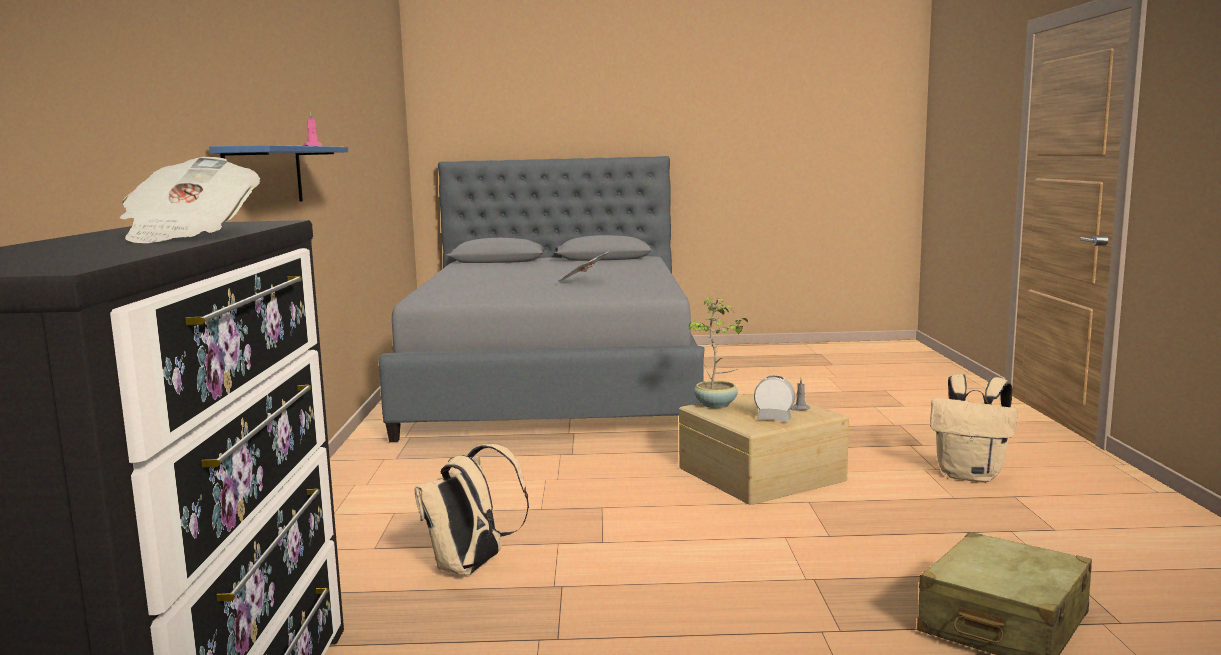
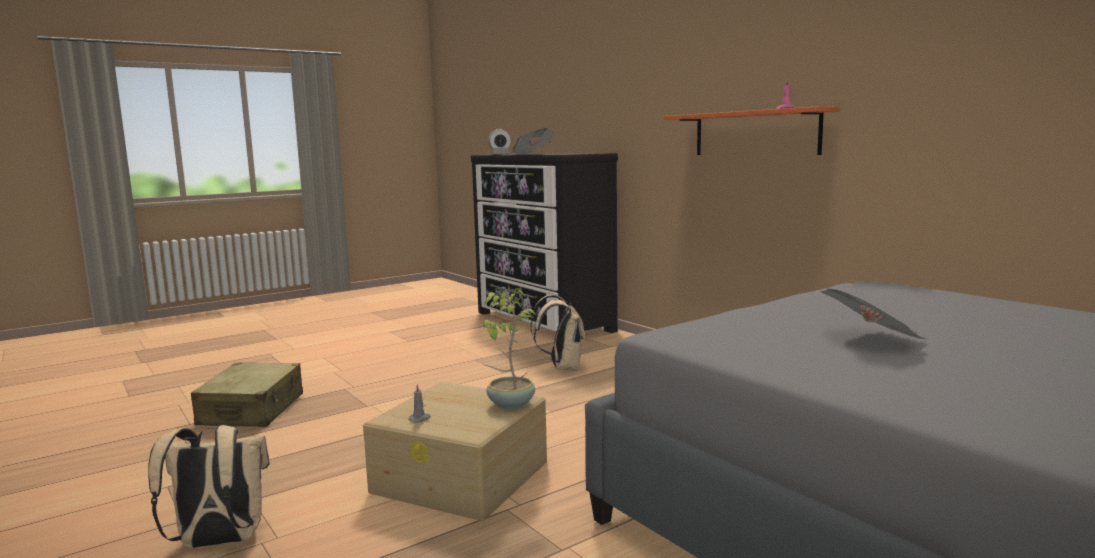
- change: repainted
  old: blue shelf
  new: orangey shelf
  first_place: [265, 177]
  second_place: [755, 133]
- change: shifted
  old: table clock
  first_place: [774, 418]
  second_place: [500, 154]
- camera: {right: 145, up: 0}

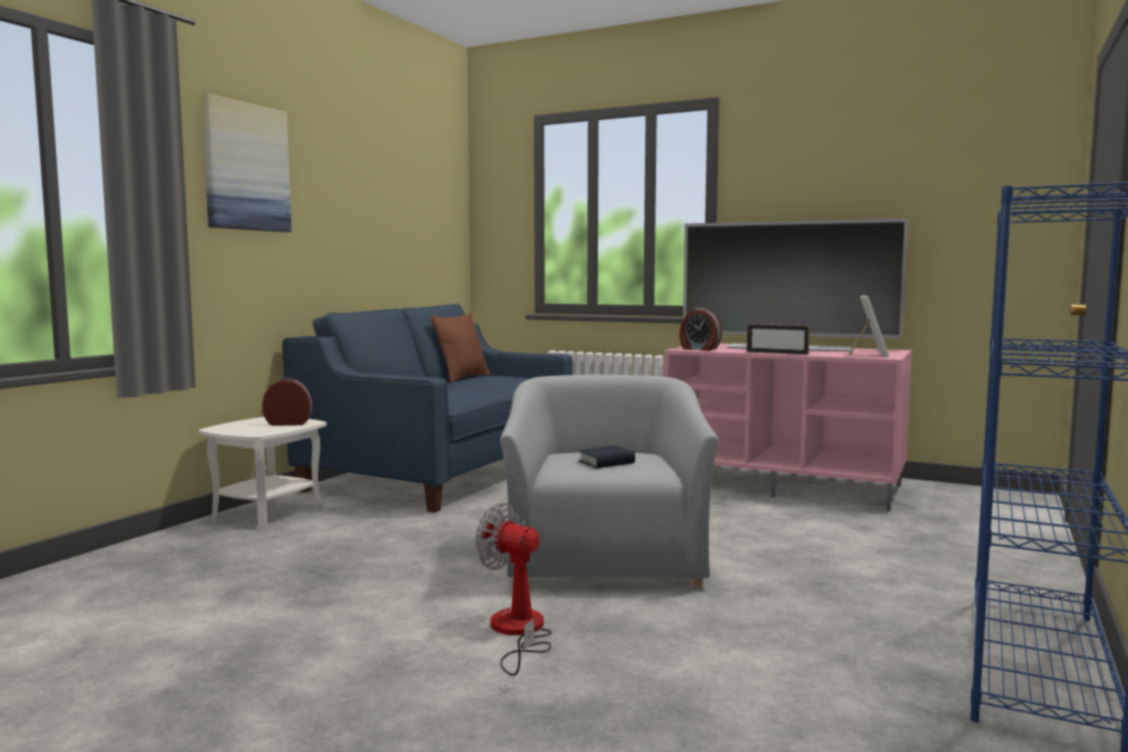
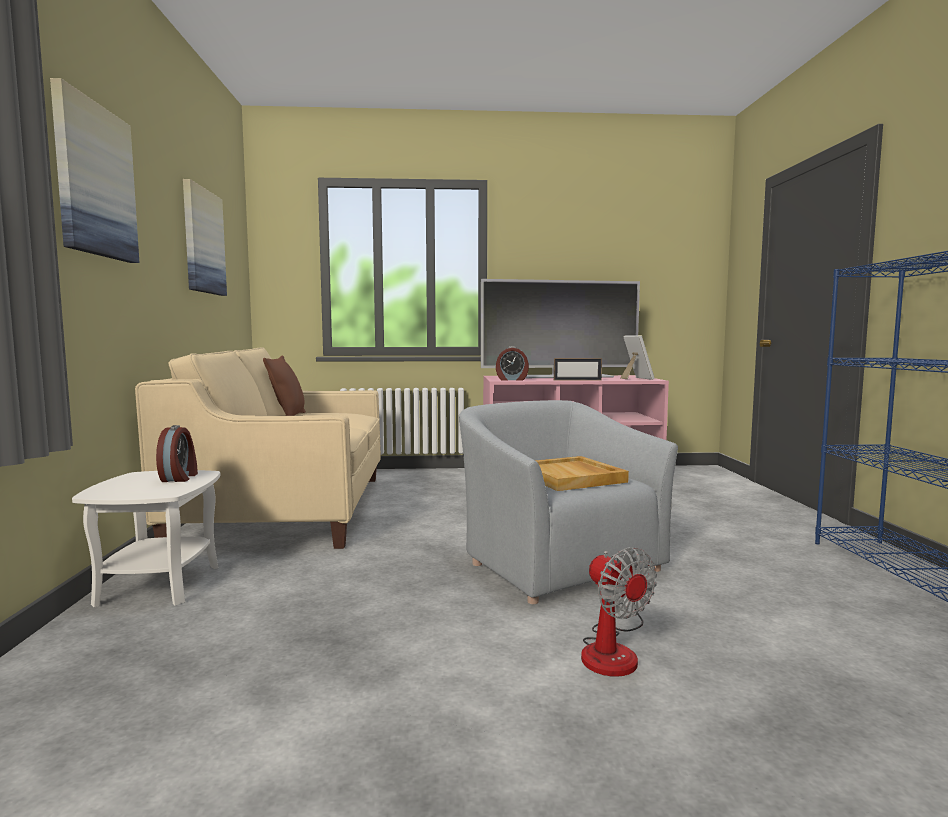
- change: repainted
  old: blue couch
  new: beige-coloured couch
  first_place: [444, 472]
  second_place: [289, 509]
- change: rotated
  old: table clock
  first_place: [288, 423]
  second_place: [180, 477]
  degrees: 120
- change: swapped
  old: volume
  new: beige-coloured carrying tray
  first_place: [606, 463]
  second_place: [571, 477]
- change: rotated
  old: fan
  first_place: [518, 632]
  second_place: [613, 650]
  degrees: -120
- change: new
  new: wall art
  second_place: [203, 241]
- camera: {right: -30, up: 0}

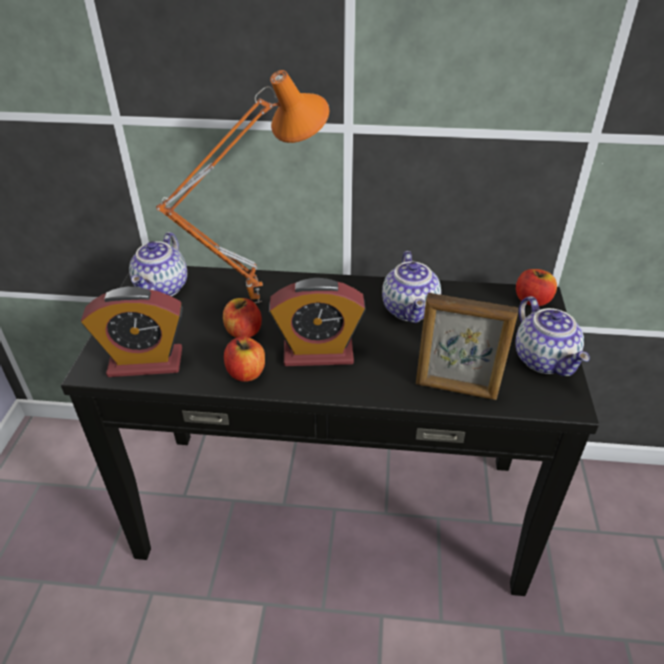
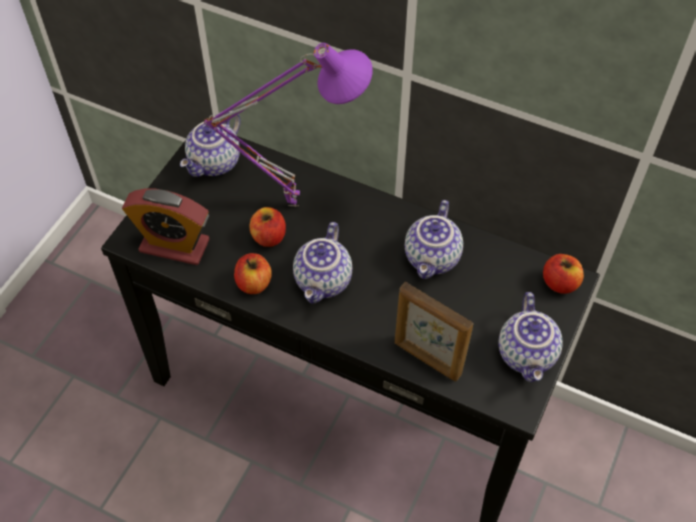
- change: repainted
  old: orangey tabletop lamp
  new: purplish tabletop lamp
  first_place: [255, 300]
  second_place: [293, 202]
- change: swapped
  old: table clock
  new: teapot
  first_place: [318, 353]
  second_place: [324, 282]
- camera: {right: 20, up: 15}

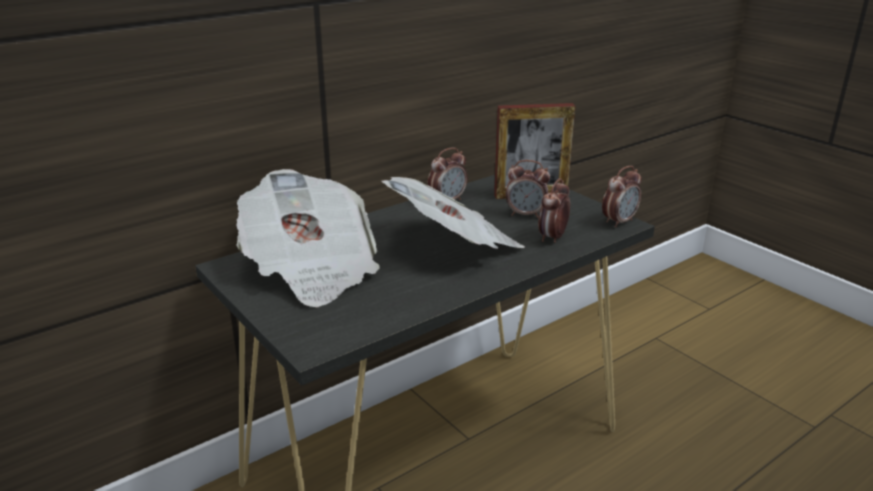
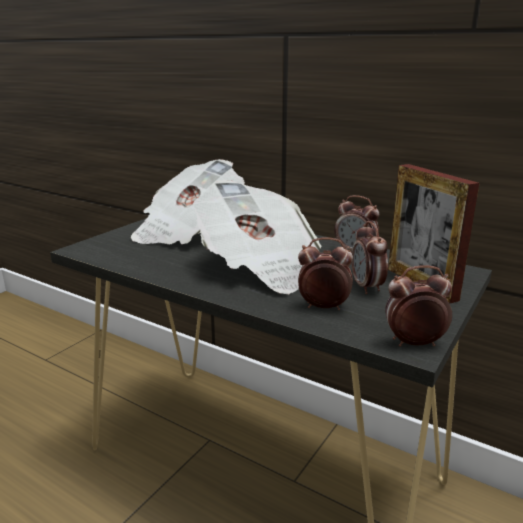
- change: rotated
  old: table clock
  first_place: [619, 222]
  second_place: [413, 343]
  degrees: 150
- camera: {right: 70, up: -5}

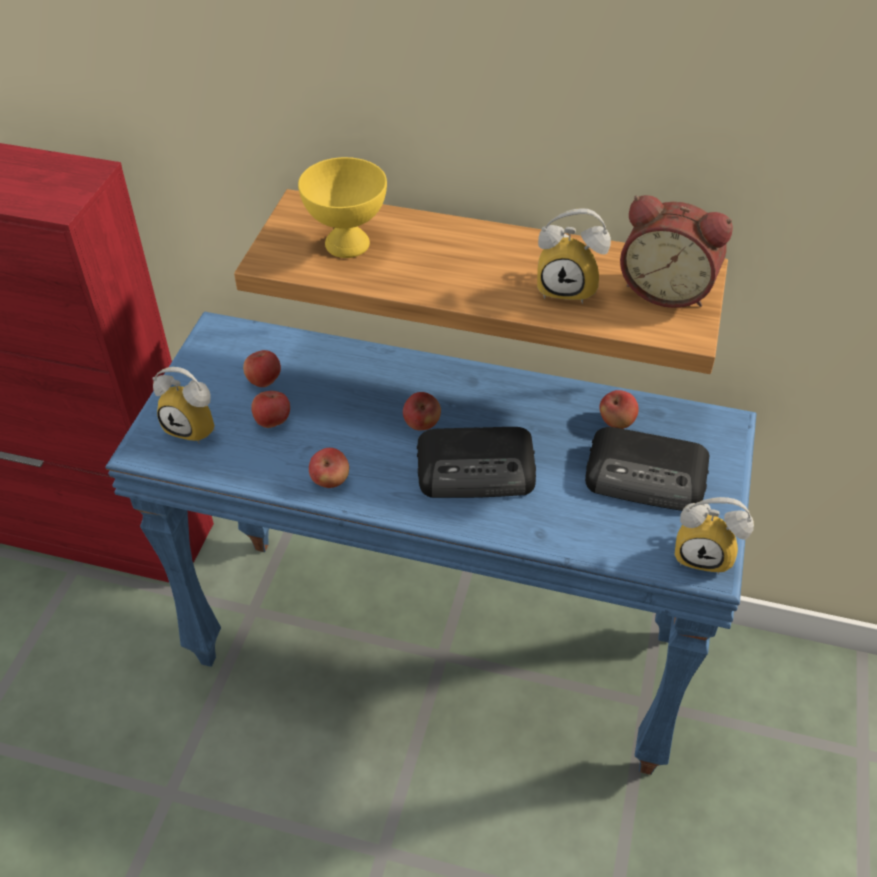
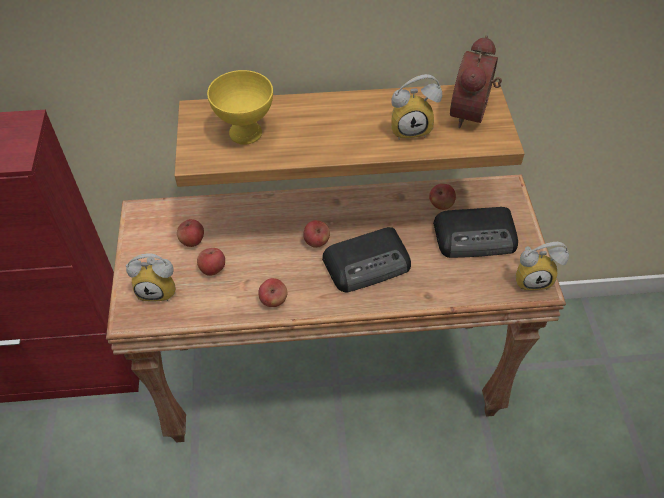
- change: rotated
  old: table clock
  first_place: [667, 289]
  second_place: [473, 113]
  degrees: 105
- change: repainted
  old: blue hall table
  new: brown hall table
  first_place: [441, 646]
  second_place: [332, 376]
- camera: {right: -20, up: 5}

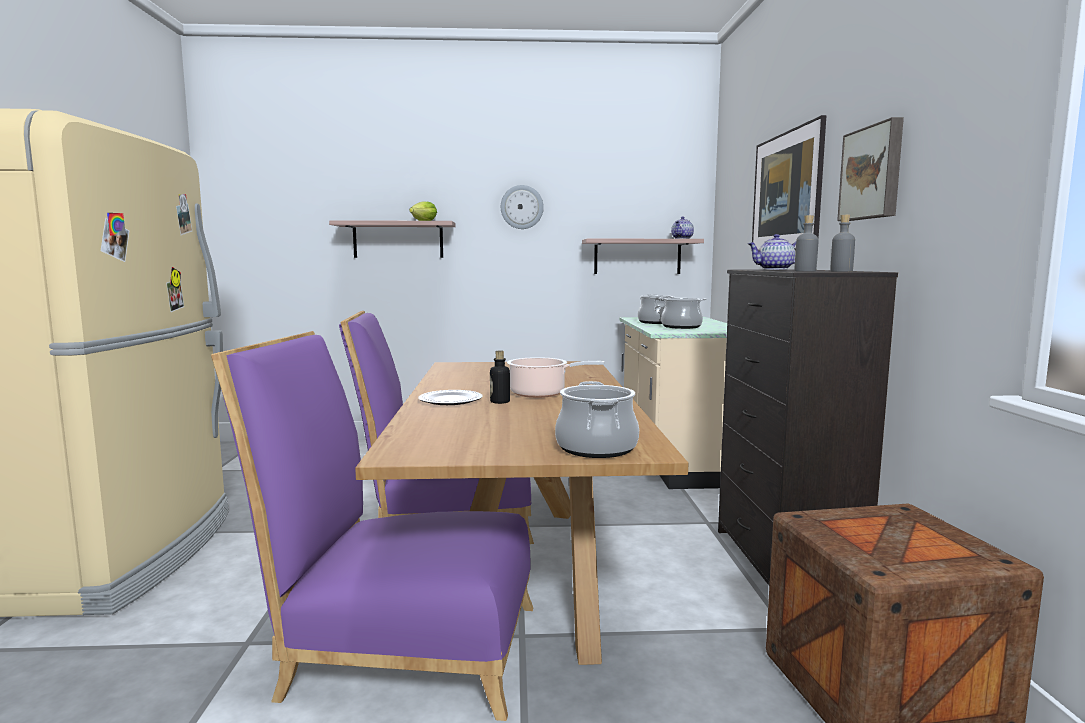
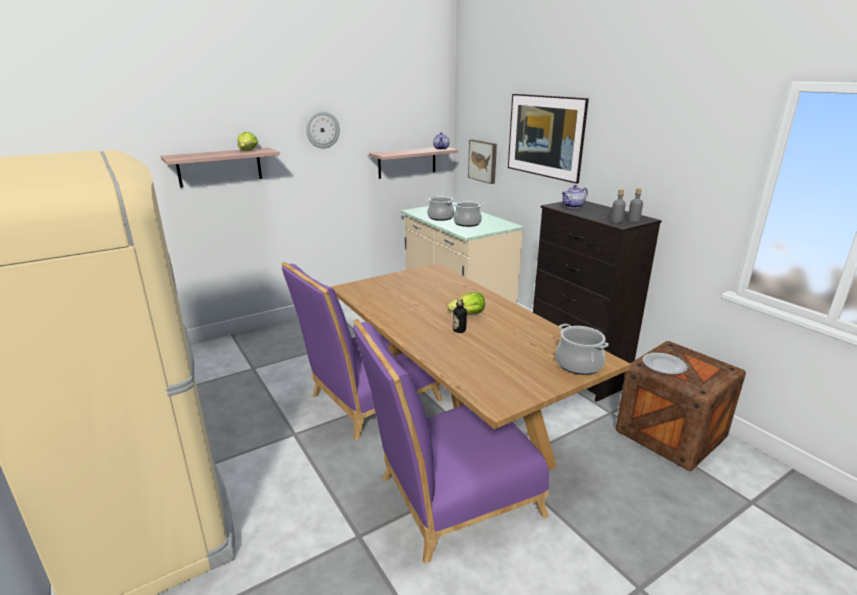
- change: shifted
  old: wall art
  first_place: [873, 173]
  second_place: [483, 161]
- change: swapped
  old: saucepot
  new: lettuce head
  first_place: [541, 394]
  second_place: [467, 314]
- change: shifted
  old: dinner plate
  first_place: [451, 400]
  second_place: [664, 365]
- camera: {right: -30, up: 15}

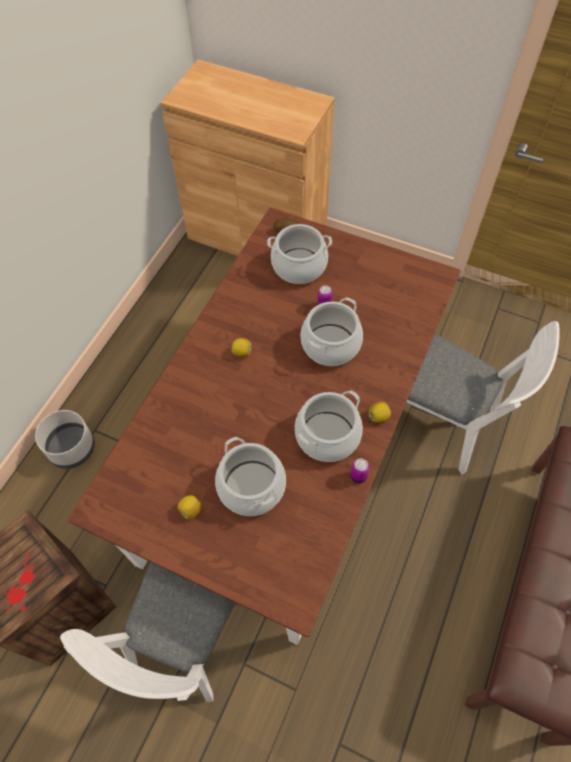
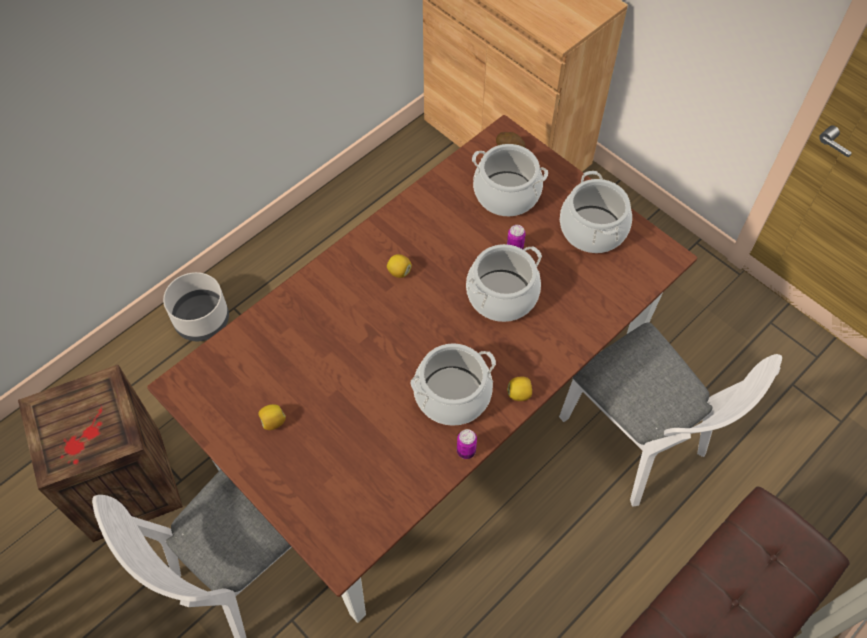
- change: shifted
  old: saucepot
  first_place: [251, 487]
  second_place: [592, 229]
- camera: {right: 20, up: 0}

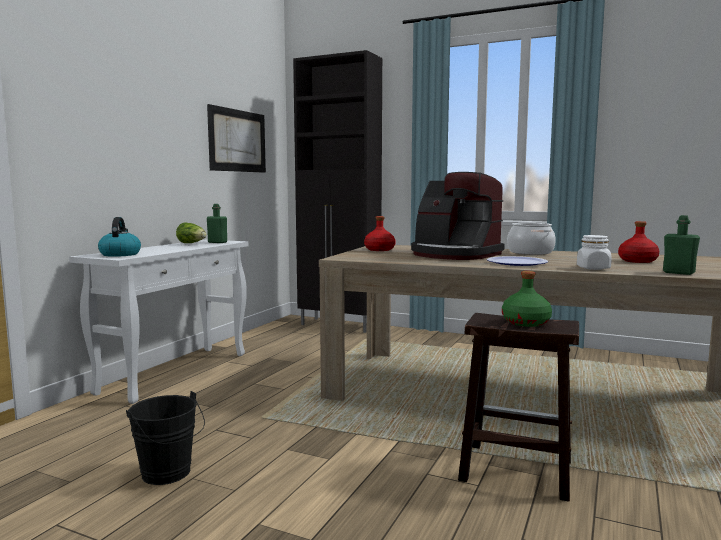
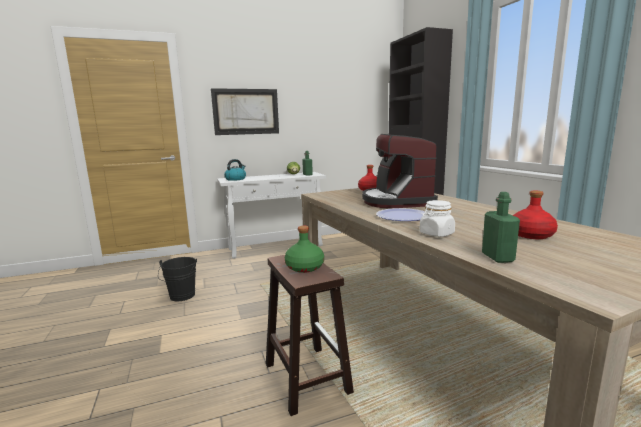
- change: shifted
  old: wall art
  first_place: [238, 141]
  second_place: [246, 111]
- change: gone
  old: saucepot
  first_place: [530, 252]
- camera: {right: 45, up: 5}

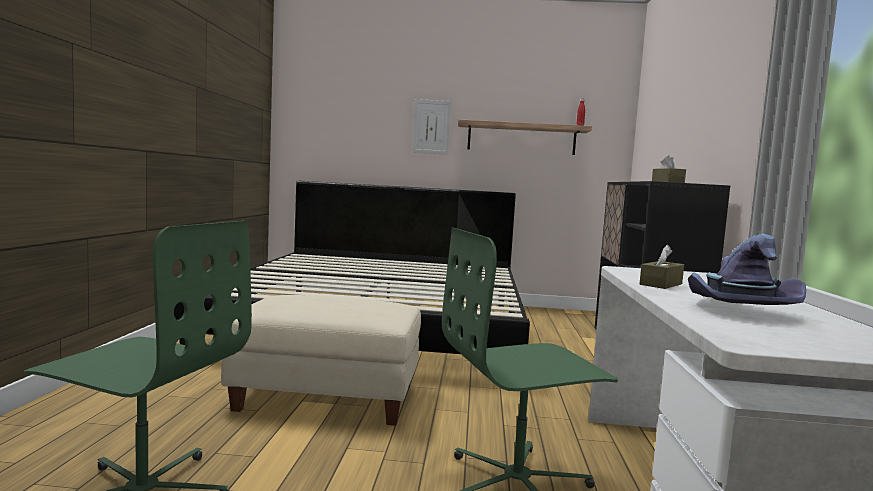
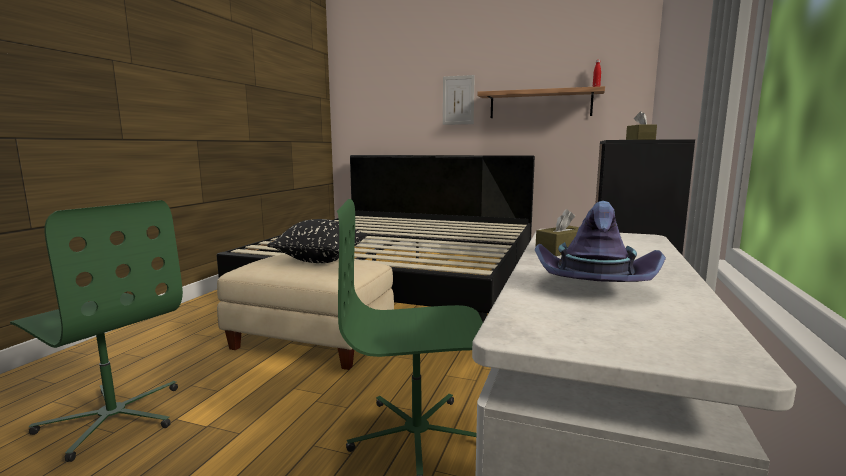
- change: new
  new: blackish throw pillow
  second_place: [321, 260]
- camera: {right: 15, up: 5}

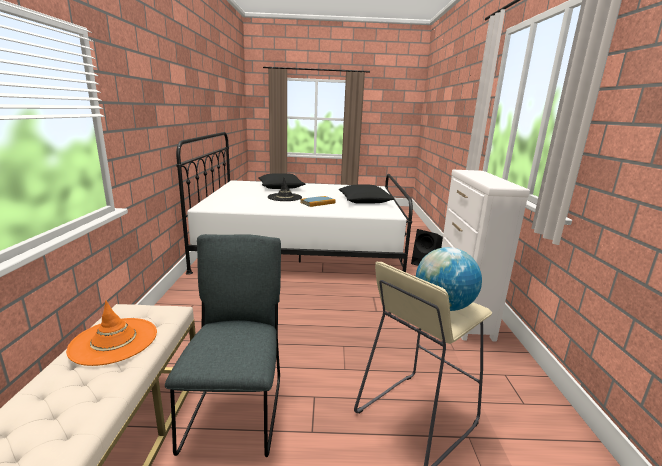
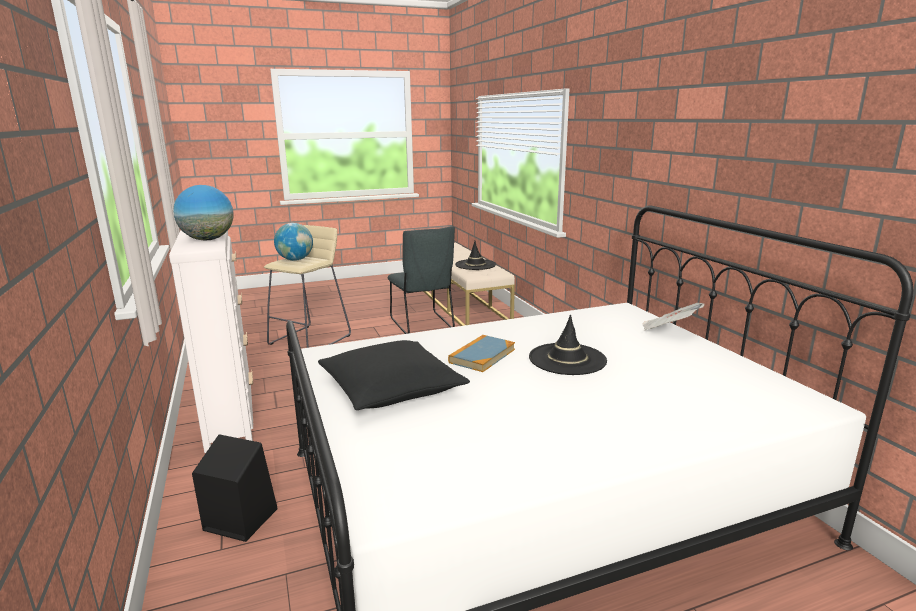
- change: gone
  old: blackish throw pillow
  first_place: [280, 187]
- change: repainted
  old: orangey clothing hat
  new: blackish clothing hat
  first_place: [114, 341]
  second_place: [475, 265]
- change: new
  new: globe
  second_place: [207, 239]
- change: new
  new: daily paper
  second_place: [668, 331]
- camera: {right: 160, up: 0}

